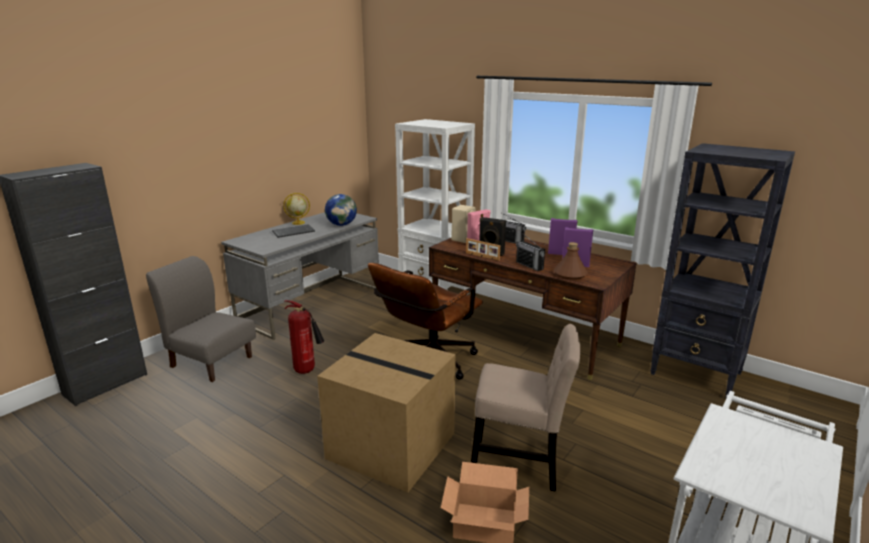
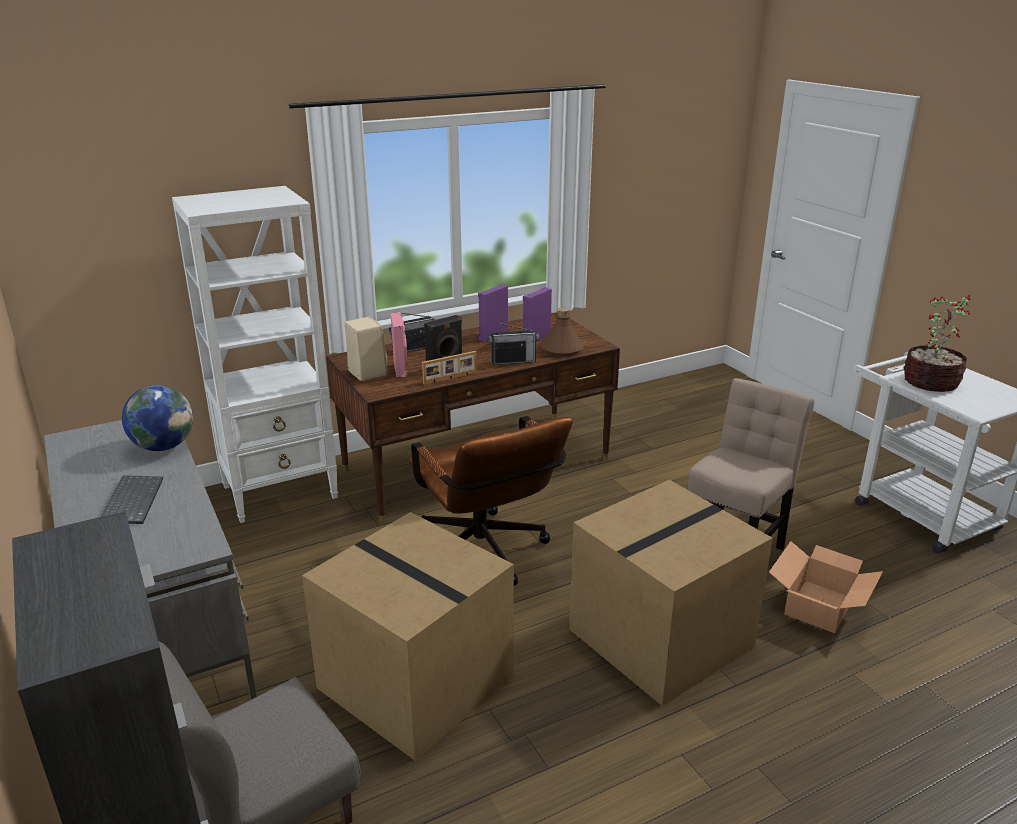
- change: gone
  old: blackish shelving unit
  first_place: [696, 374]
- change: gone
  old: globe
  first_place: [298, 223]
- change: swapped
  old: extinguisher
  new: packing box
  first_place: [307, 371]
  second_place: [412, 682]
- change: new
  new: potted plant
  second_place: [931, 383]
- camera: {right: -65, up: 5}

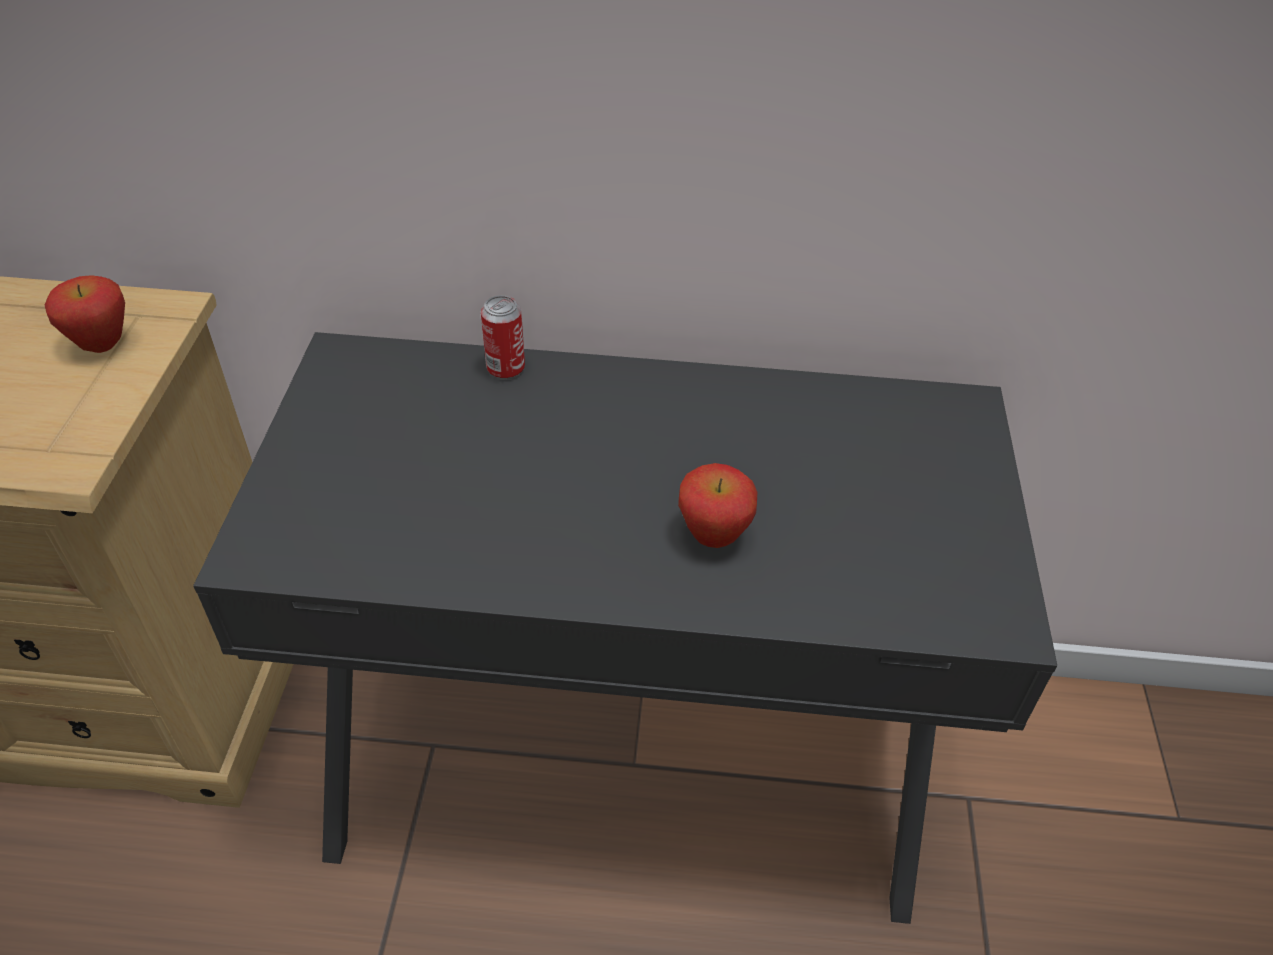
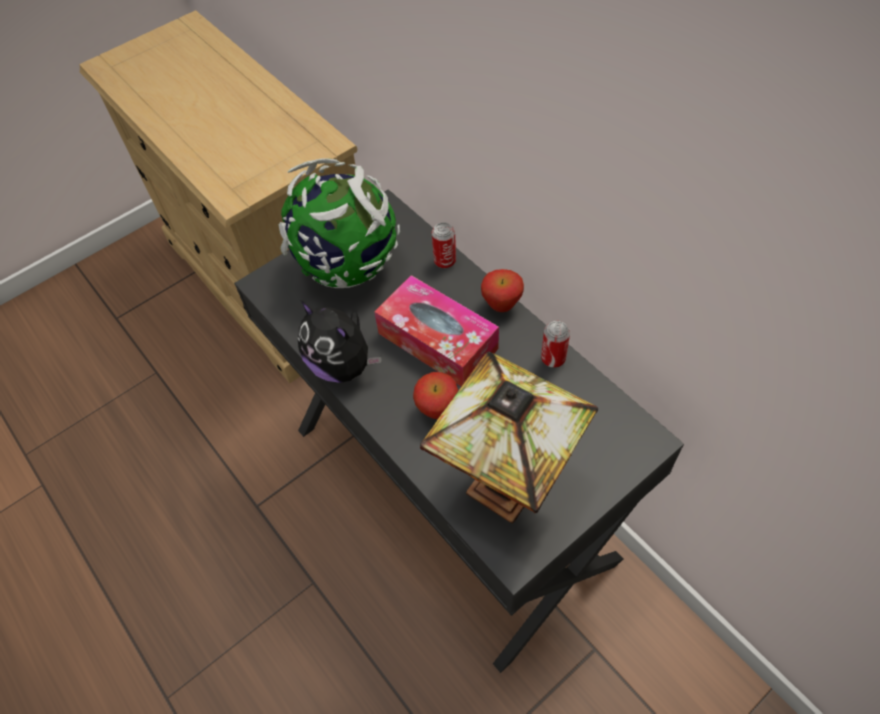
- change: shifted
  old: apple
  first_place: [102, 345]
  second_place: [501, 306]
- change: new
  new: globe
  second_place: [346, 267]
- change: new
  new: box of tissues
  second_place: [437, 341]
- change: new
  new: cuddly toy
  second_place: [342, 365]
- change: new
  new: sealed can
  second_place: [553, 359]
- change: new
  new: tabletop lamp
  second_place: [510, 487]
- camera: {right: 50, up: 10}

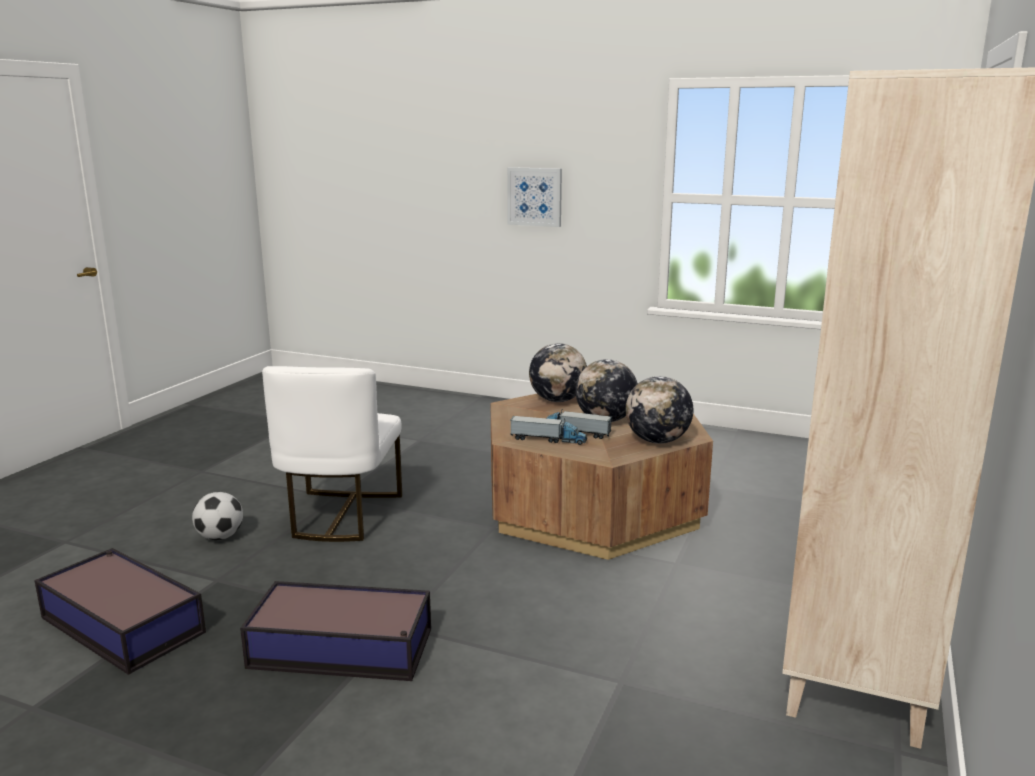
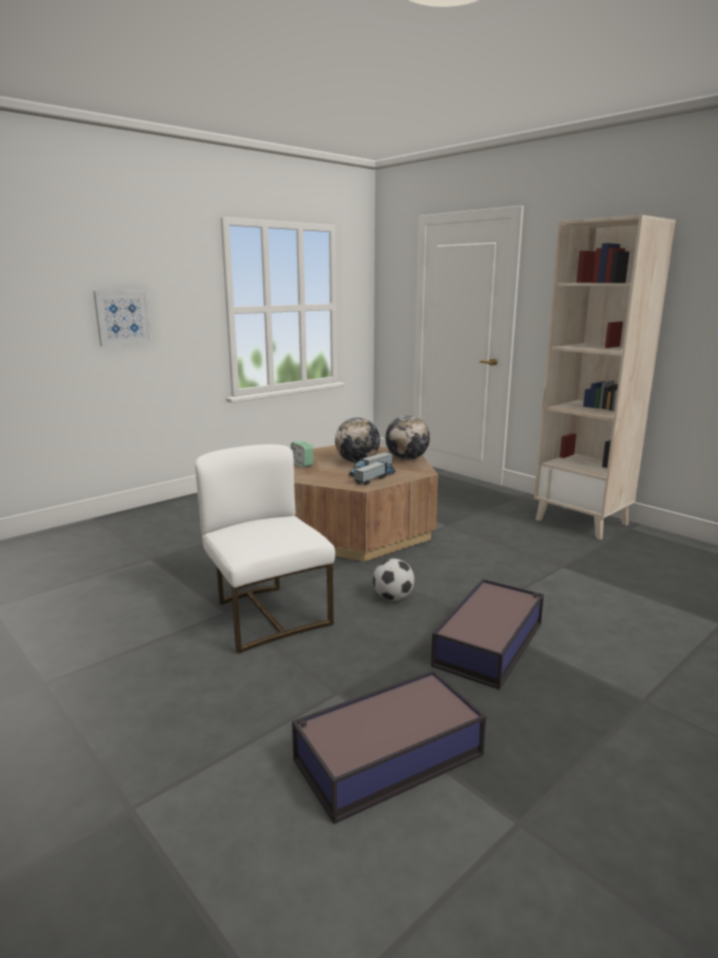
- change: swapped
  old: globe
  new: table clock
  first_place: [558, 400]
  second_place: [302, 465]
- change: rotated
  old: white chair
  first_place: [341, 515]
  second_place: [267, 615]
  degrees: -150
- change: shifted
  old: football ball
  first_place: [220, 537]
  second_place: [393, 598]
- camera: {right: -65, up: 0}

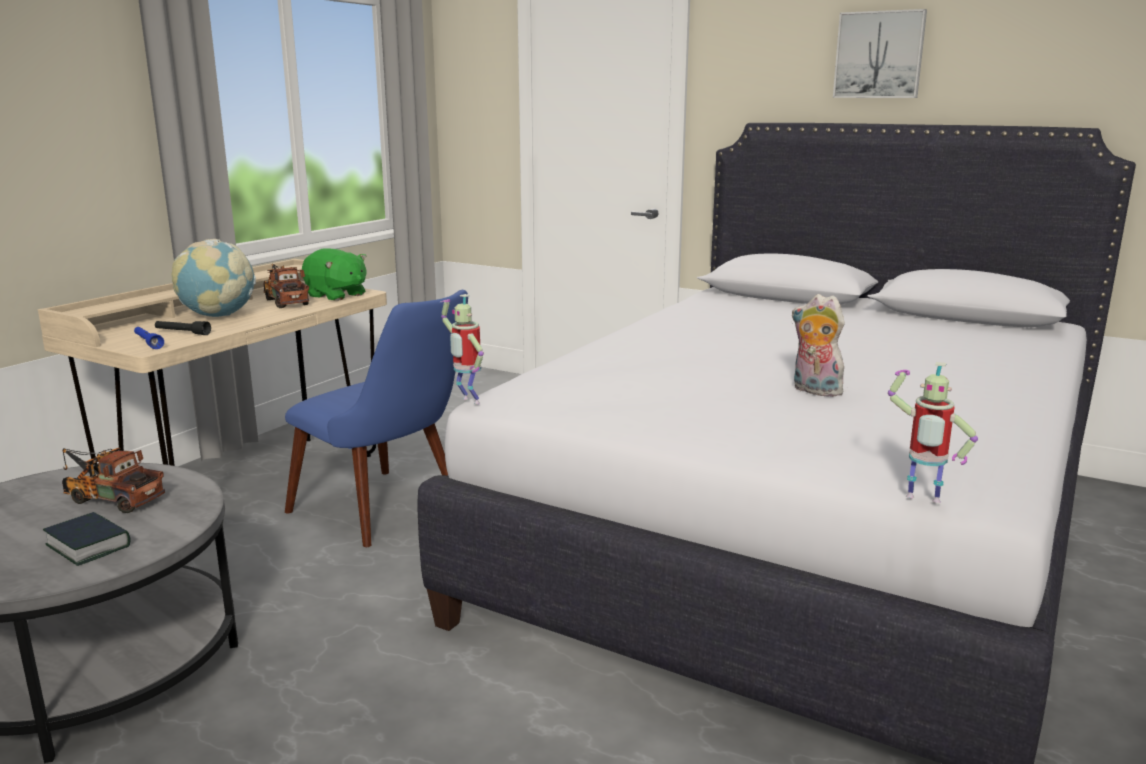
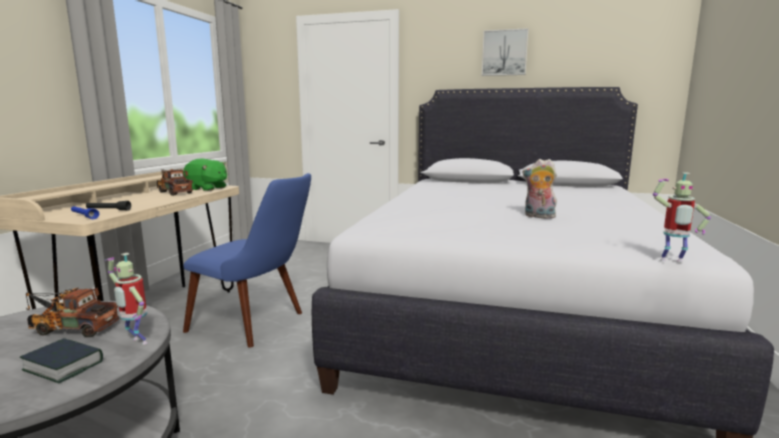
- change: gone
  old: globe
  first_place: [218, 316]
- change: shifted
  old: model robot
  first_place: [467, 401]
  second_place: [136, 342]
- camera: {right: -15, up: -5}

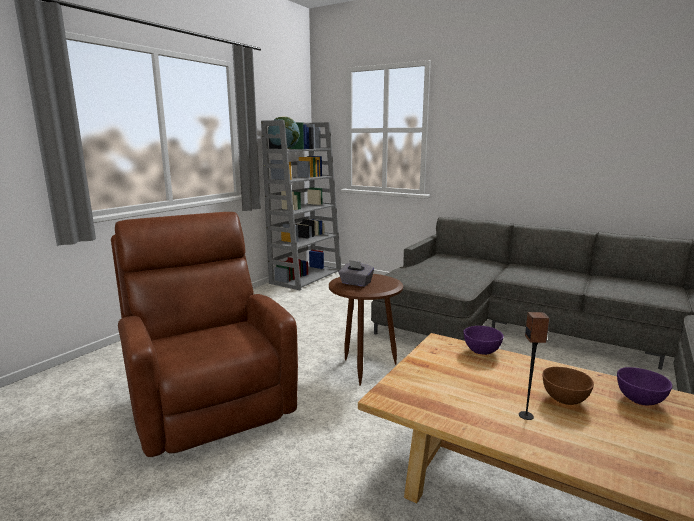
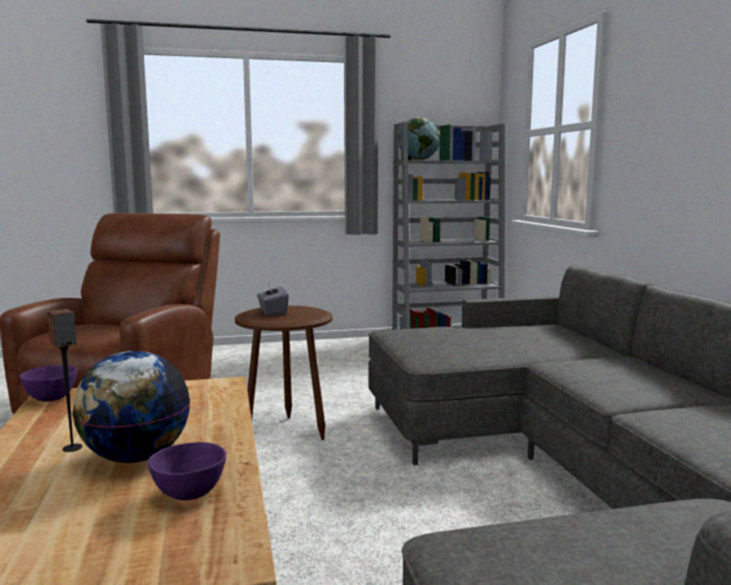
- change: shifted
  old: purplish bowl
  first_place: [482, 352]
  second_place: [50, 399]
- change: swapped
  old: brown bowl
  new: globe
  first_place: [564, 400]
  second_place: [135, 457]
- camera: {right: 45, up: -5}

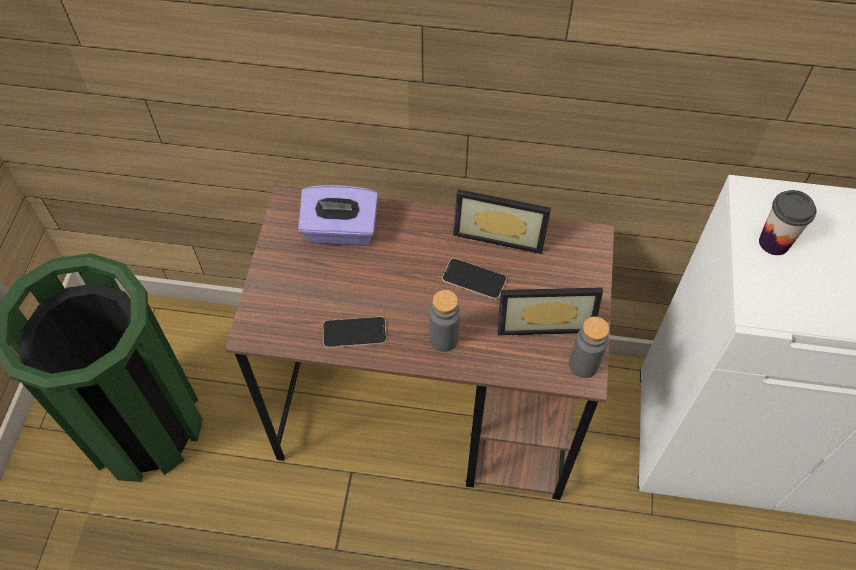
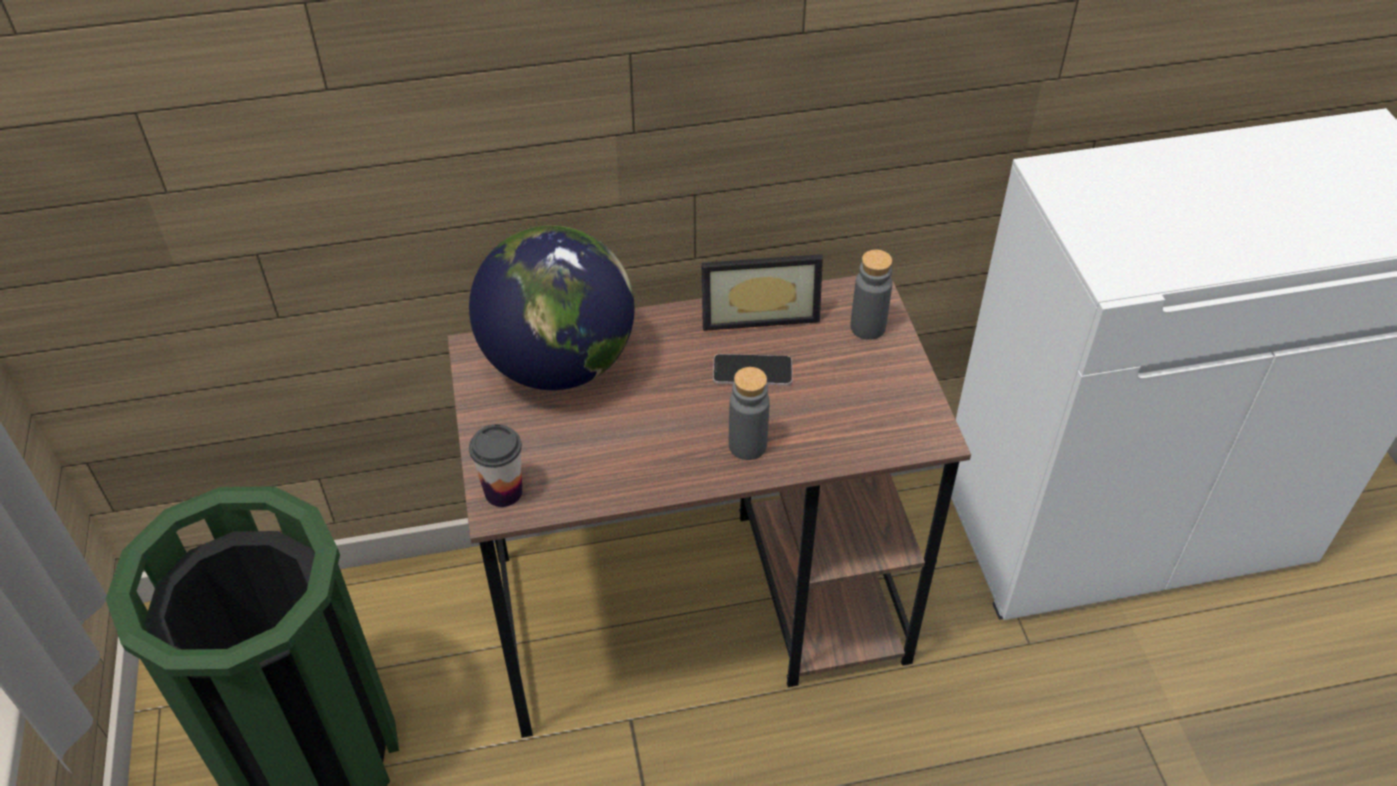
- change: swapped
  old: purplish box of tissues
  new: globe
  first_place: [340, 231]
  second_place: [560, 363]
- change: shifted
  old: cup
  first_place: [774, 242]
  second_place: [503, 492]
- change: gone
  old: photo frame
  first_place: [544, 318]
- change: shifted
  old: gray beverage bottle
  first_place: [583, 365]
  second_place: [867, 327]
- change: gone
  old: handset
  first_place: [354, 333]
- camera: {right: -20, up: -10}

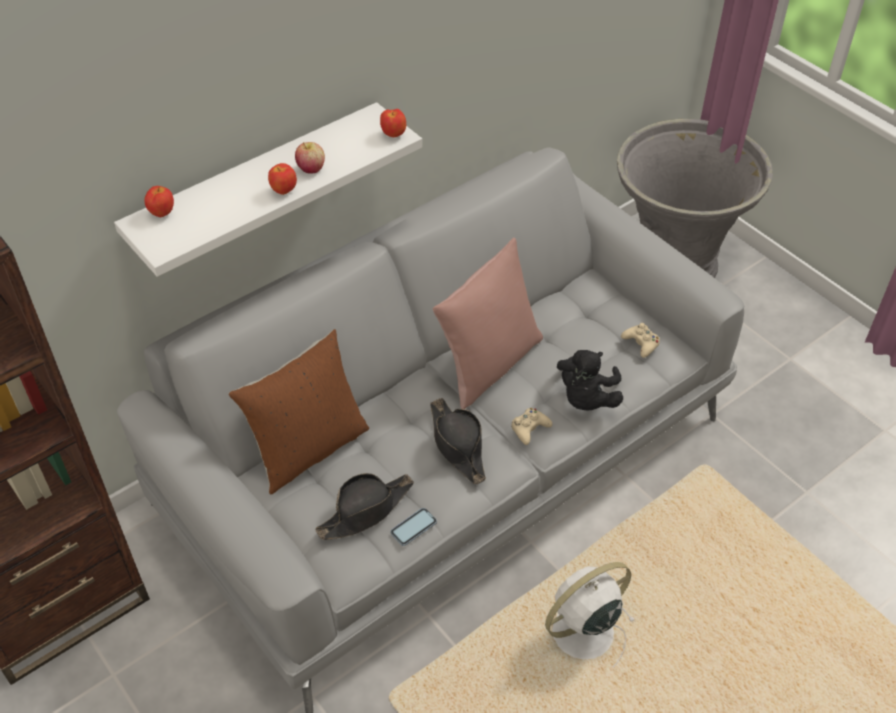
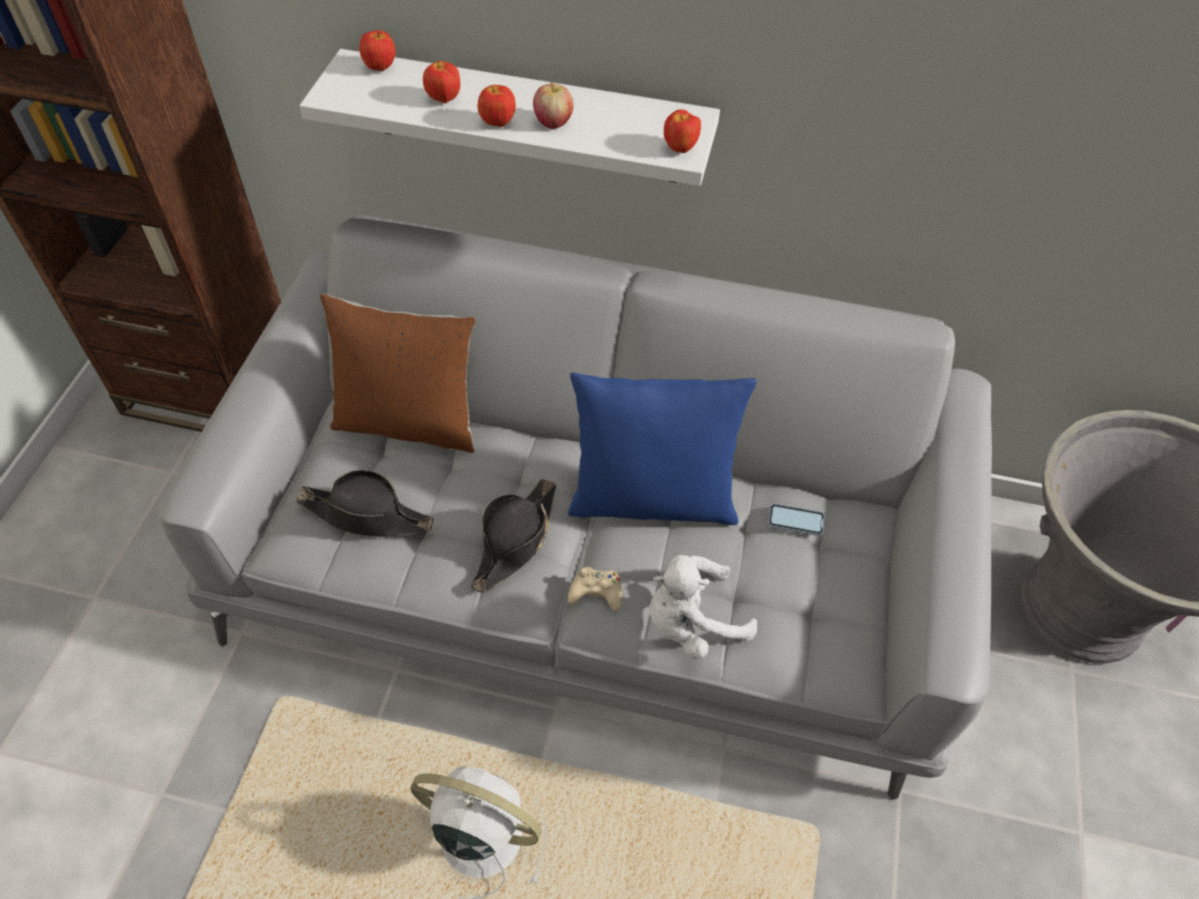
- change: repainted
  old: pinkish throw pillow
  new: blue throw pillow
  first_place: [488, 365]
  second_place: [652, 499]
- change: gone
  old: beige-coloured joypad
  first_place: [641, 343]
- change: repainted
  old: blackish cuddly toy
  new: white cuddly toy
  first_place: [586, 399]
  second_place: [691, 622]
- change: shifted
  old: handset
  first_place: [413, 527]
  second_place: [795, 521]
- change: new
  new: apple
  second_place: [443, 99]
- camera: {right: 50, up: 5}

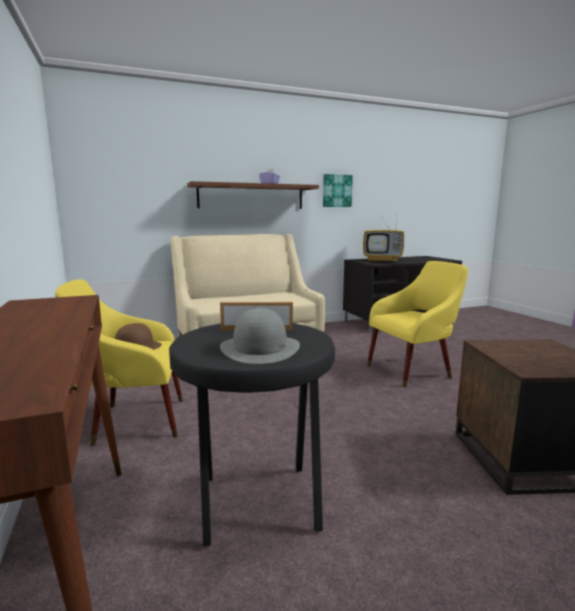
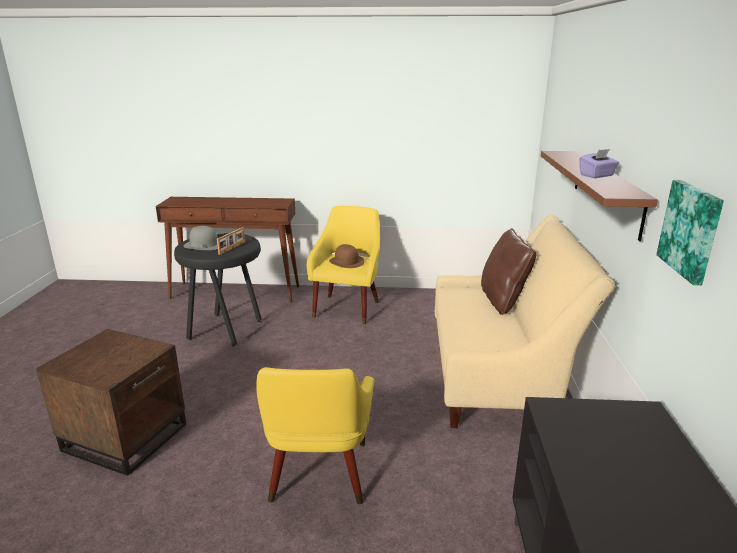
- change: gone
  old: television
  first_place: [383, 260]
- change: new
  new: brown throw pillow
  second_place: [503, 301]
- camera: {right: 115, up: 10}

